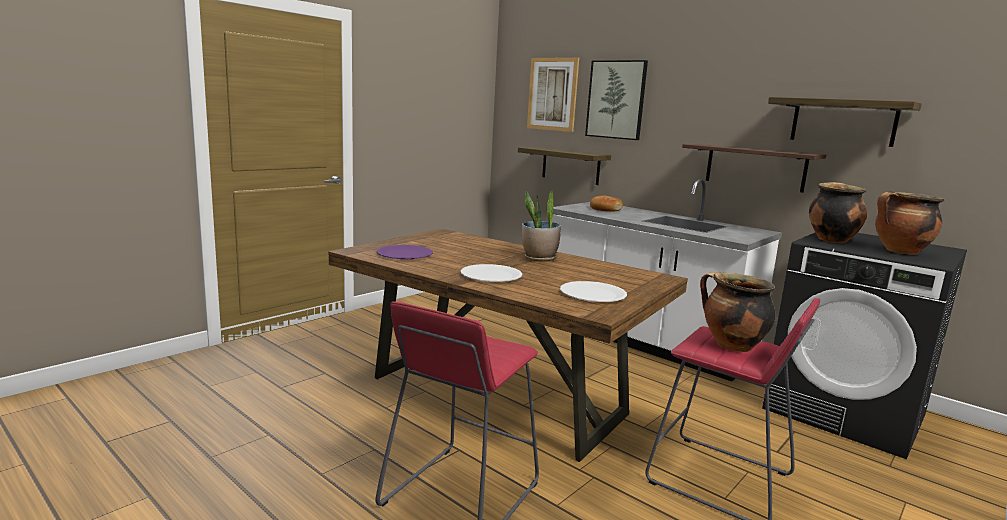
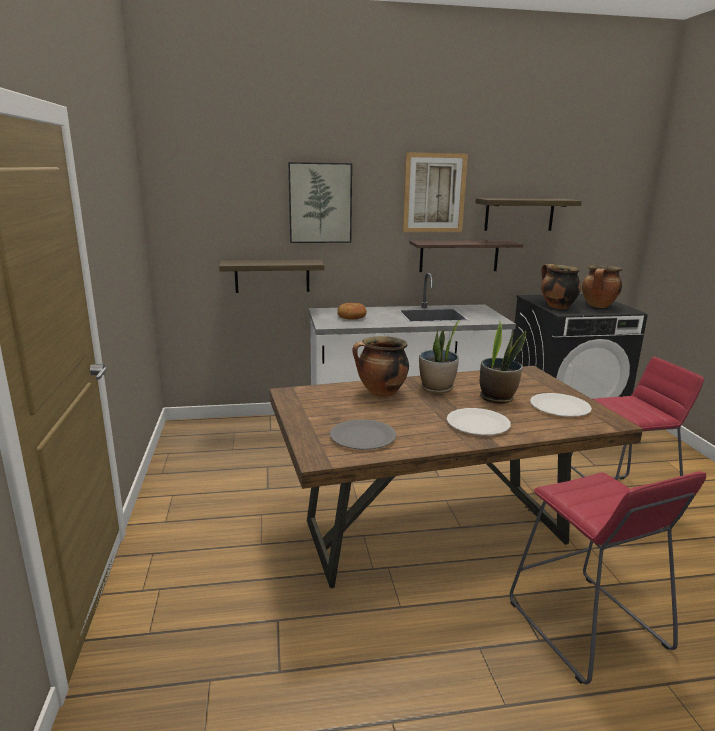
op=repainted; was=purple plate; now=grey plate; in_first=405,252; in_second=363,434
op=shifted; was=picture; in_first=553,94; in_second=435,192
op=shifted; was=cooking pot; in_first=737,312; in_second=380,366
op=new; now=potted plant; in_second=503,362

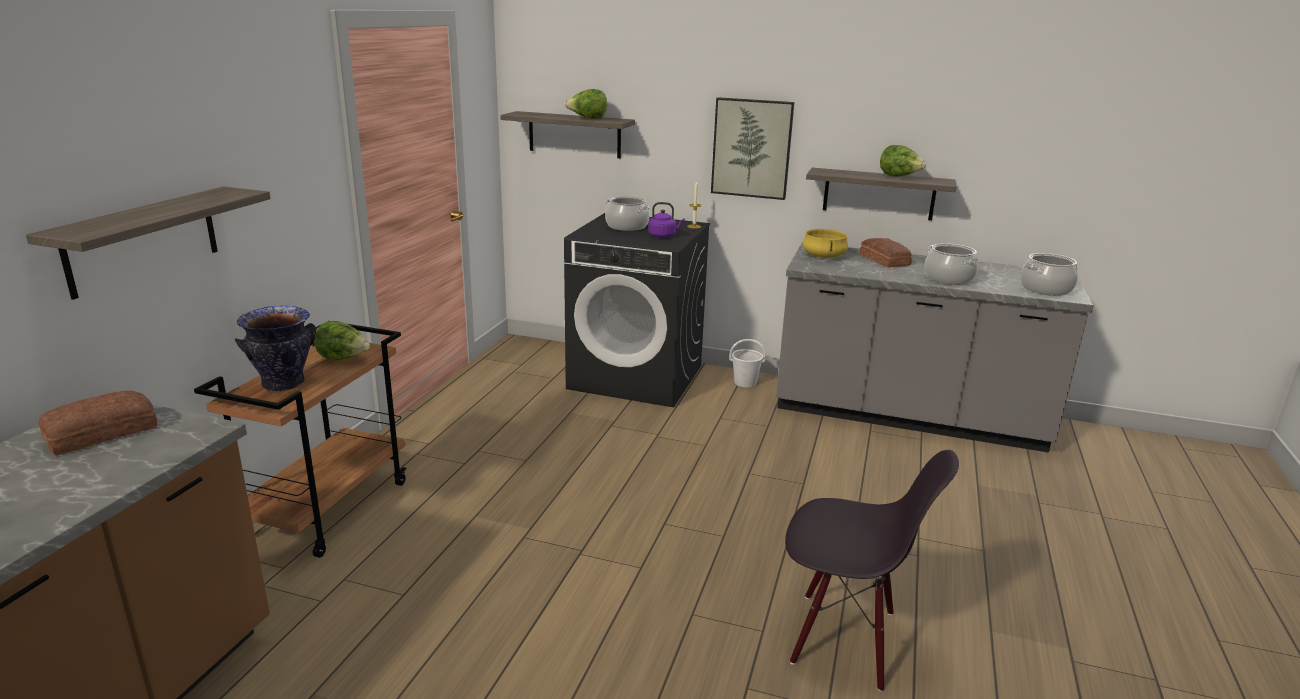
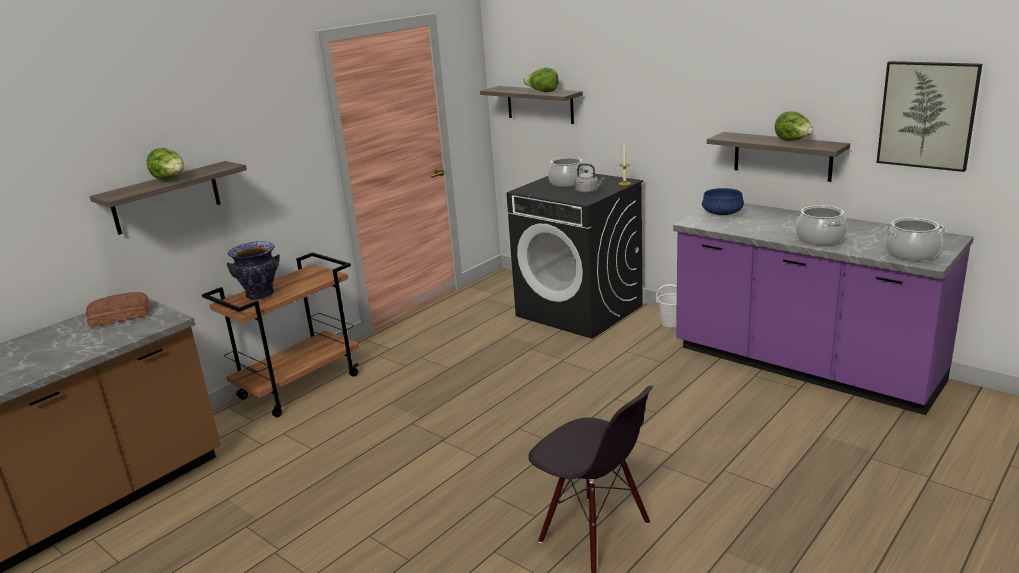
op=shifted; was=lettuce; in_first=341,340; in_second=165,164
op=repainted; was=purple kettle; now=grey kettle; in_first=666,220; in_second=589,178
op=shifted; was=picture; in_first=752,148; in_second=929,116
op=repainted; was=grey counter; now=purple counter; in_first=935,347; in_second=823,309
op=repainted; was=yellow cooking pot; now=blue cooking pot; in_first=825,243; in_second=723,201
op=gone; was=bread; in_first=885,252

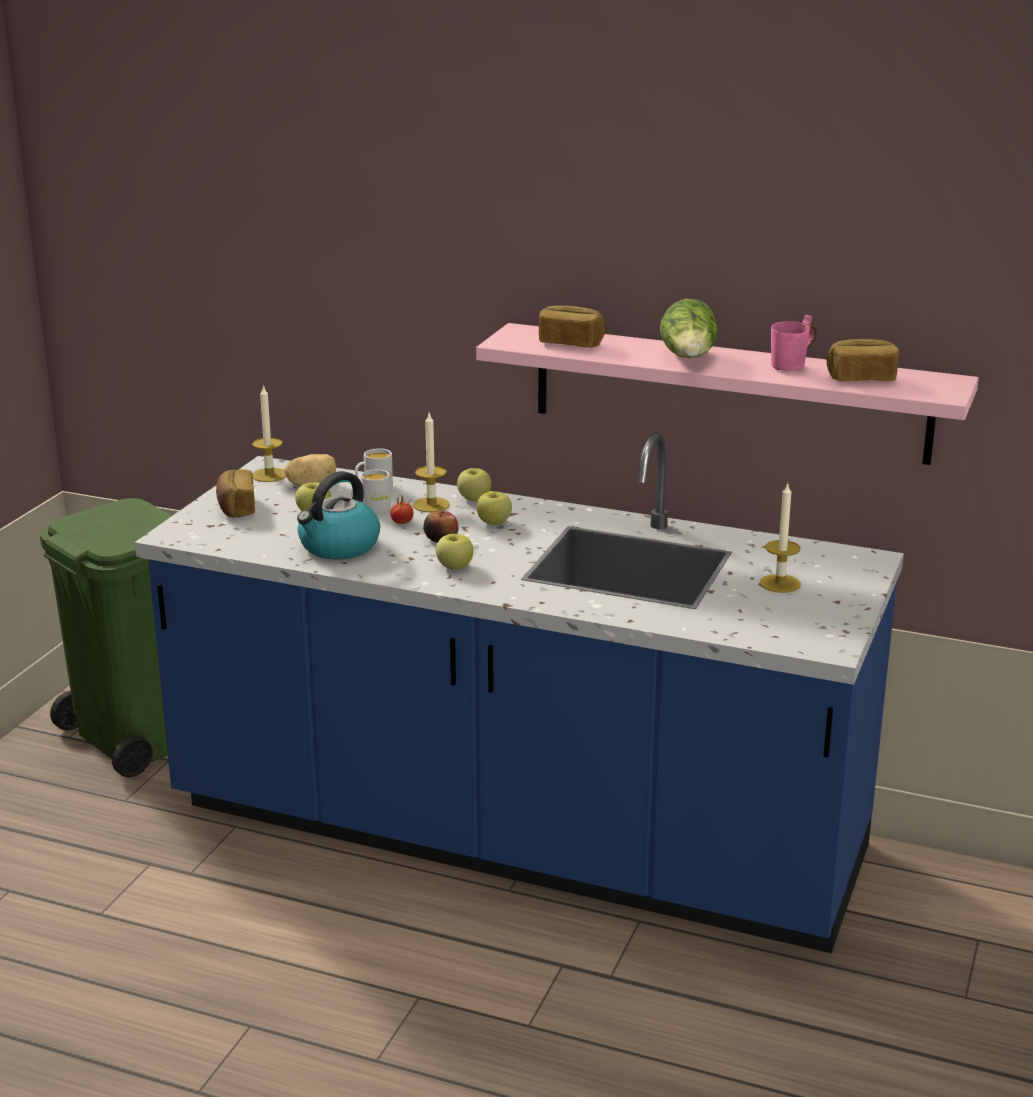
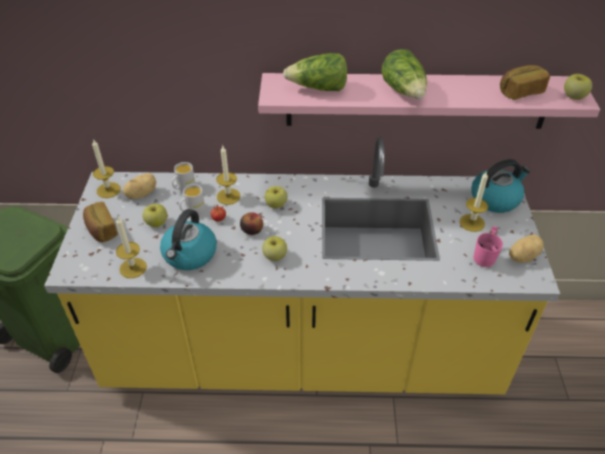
op=repainted; was=blue counter; now=yellow counter; in_first=519,692; in_second=302,265
op=shifted; was=apple; in_first=474,484; in_second=578,87
op=swapped; was=bread; now=lettuce; in_first=572,326; in_second=315,72
op=shifted; was=pink mug; in_first=794,343; in_second=488,246
op=new; now=candle; in_second=131,247
op=new; now=kettle; in_second=500,186
op=new; now=potato; in_second=526,248

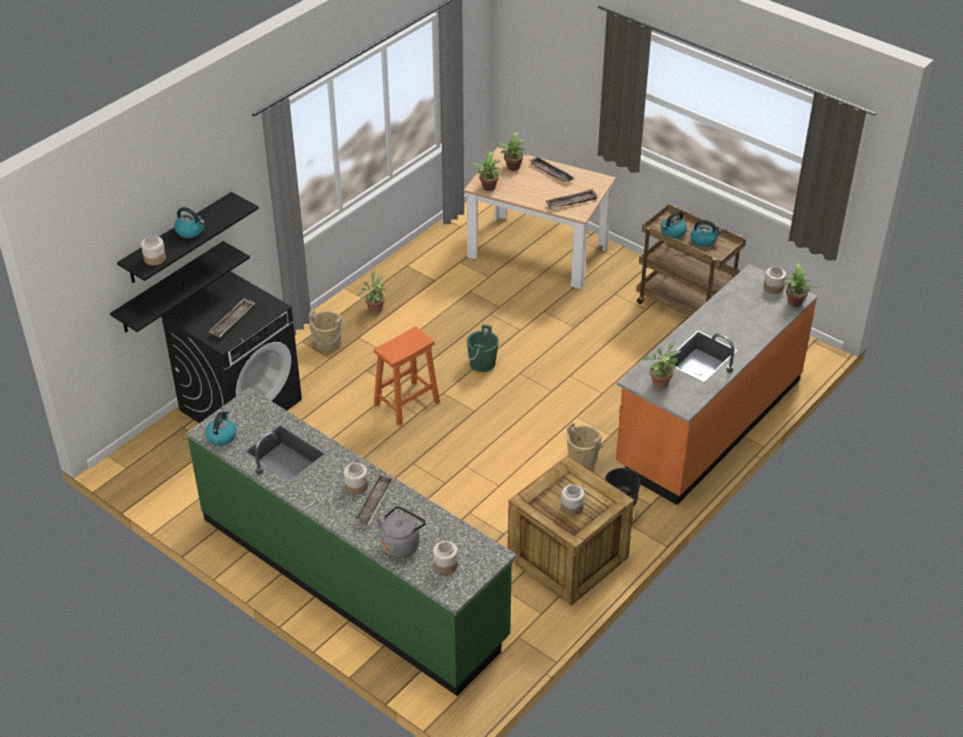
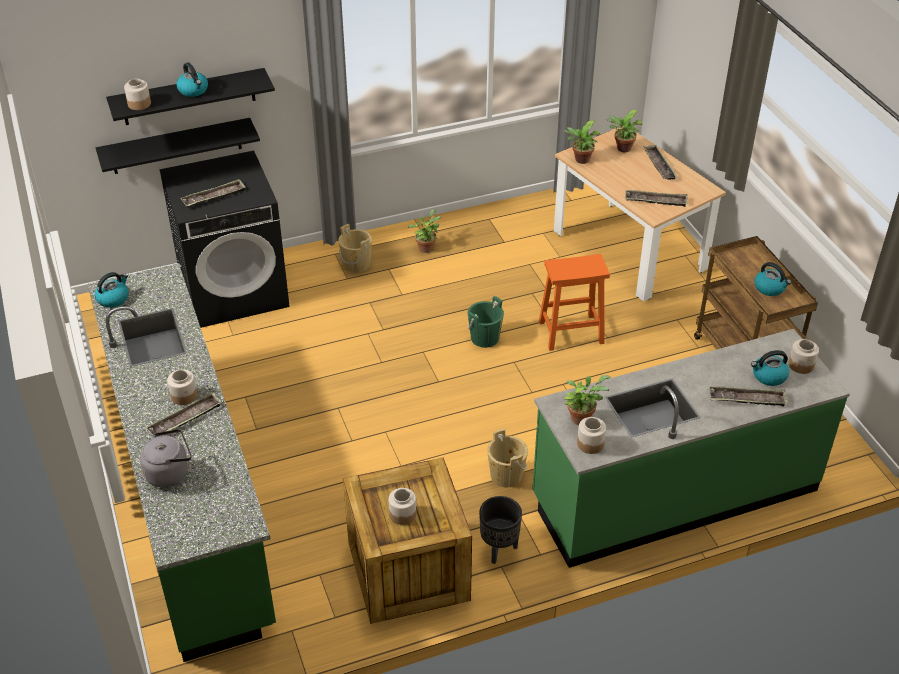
op=shifted; was=orange stool; in_first=407,376; in_second=574,302
op=shifted; was=jar; in_first=445,557; in_second=591,435
op=repainted; was=orange counter; now=green counter; in_first=717,384; in_second=691,448
op=shifted; was=kettle; in_first=674,225; in_second=770,368
op=gone; was=potted plant; in_first=801,285
op=new; now=tray; in_second=748,396

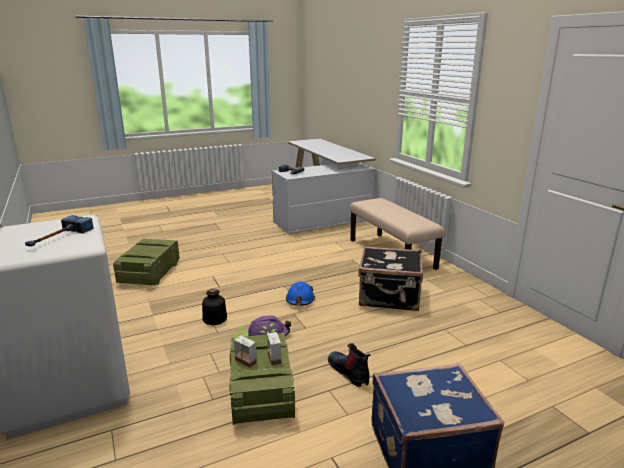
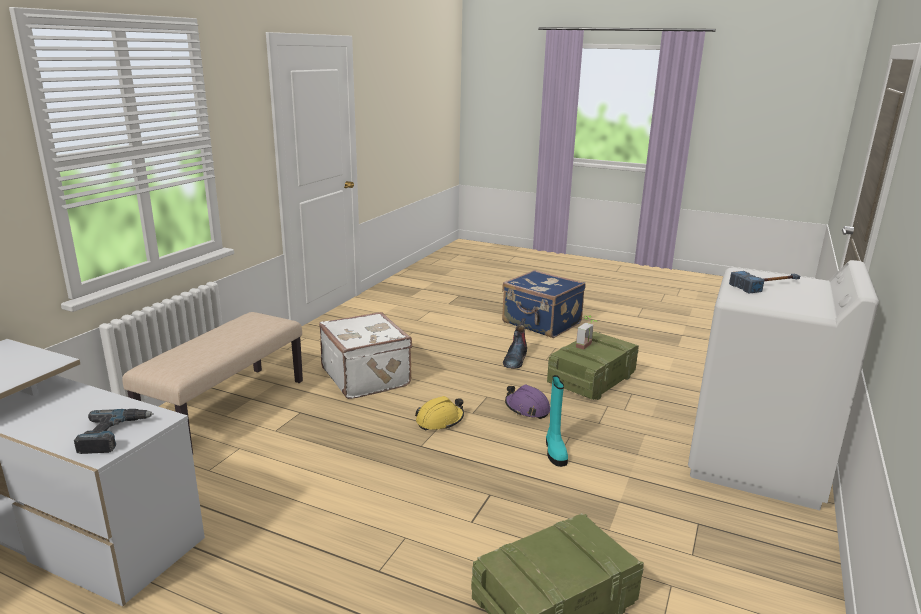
op=swapped; was=bottle; now=turquoise boot; in_first=214,306; in_second=557,421
op=gone; was=potted plant; in_first=244,347
op=repainted; was=blue hard hat; now=yellow hard hat; in_first=300,293; in_second=439,413
op=repainted; was=black suitcase; now=white suitcase; in_first=390,278; in_second=365,355

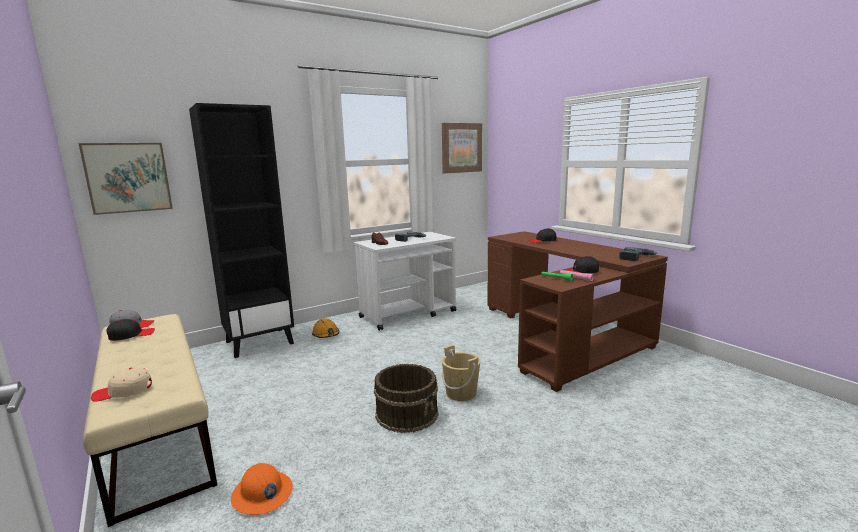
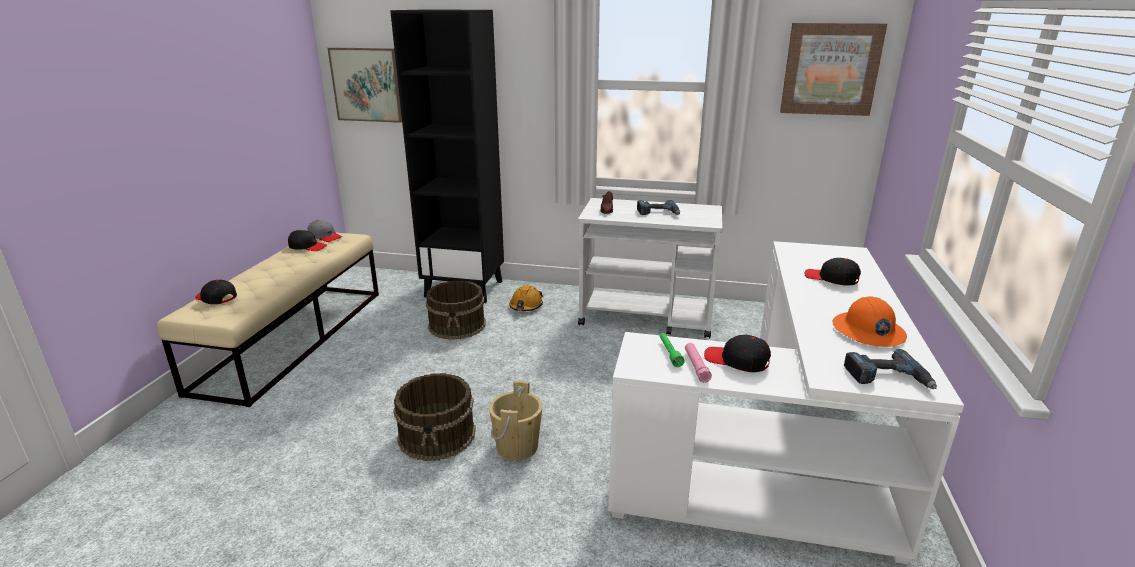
op=repainted; was=beige cap; now=black cap; in_first=121,384; in_second=216,292
op=shifted; was=orange hard hat; in_first=262,489; in_second=870,321
op=repainted; was=brown desk; now=white desk; in_first=577,311; in_second=786,402
op=new; now=brown bucket; in_second=456,310

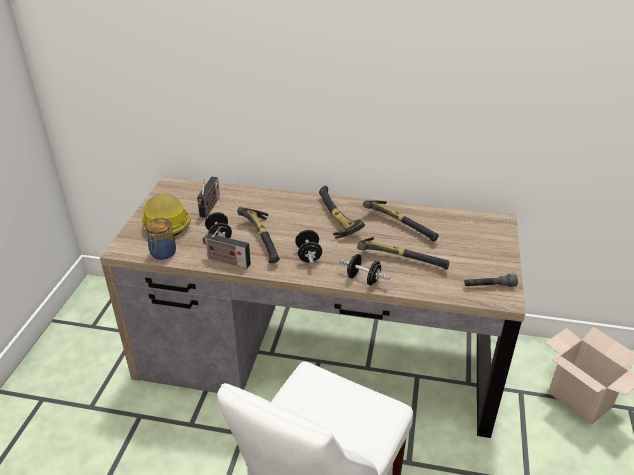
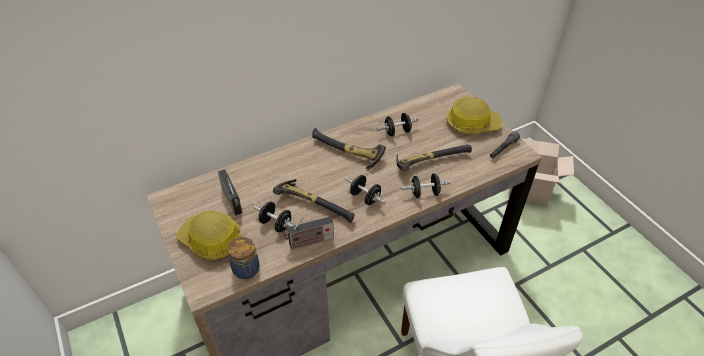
op=swapped; was=hammer; now=black dumbbell; in_first=401,221; in_second=398,125
op=new; now=hard hat; in_second=474,115

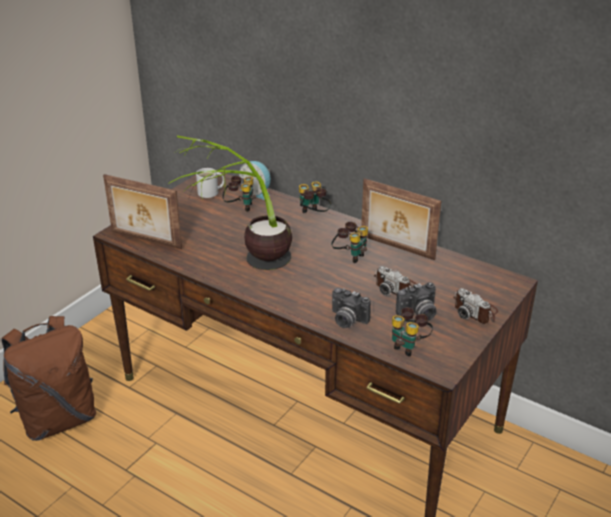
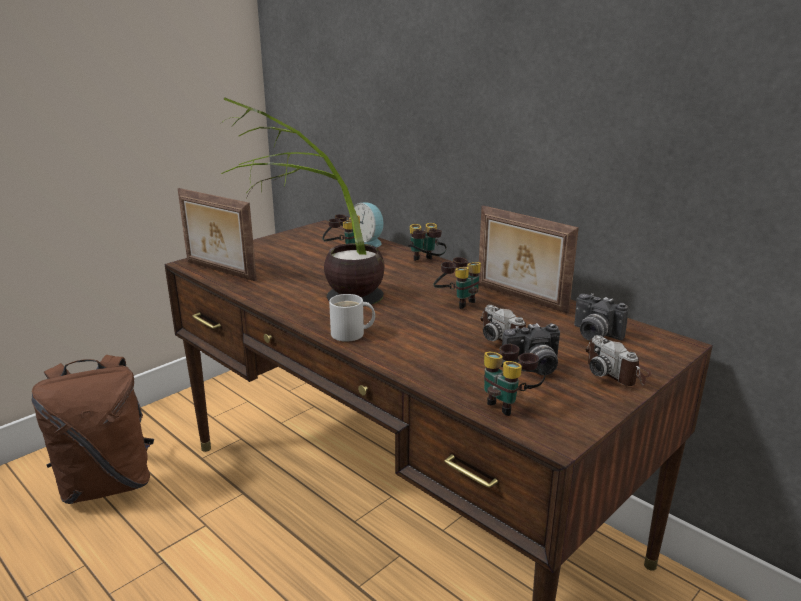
op=shifted; was=white mug; in_first=210,183; in_second=352,318
op=shifted; was=photo camera; in_first=351,308; in_second=601,317

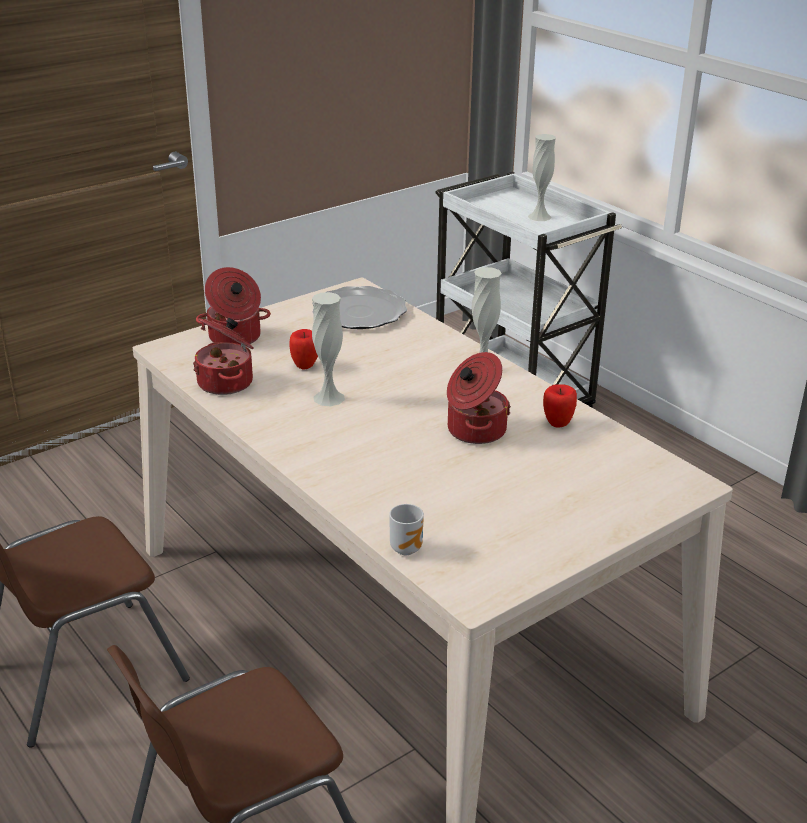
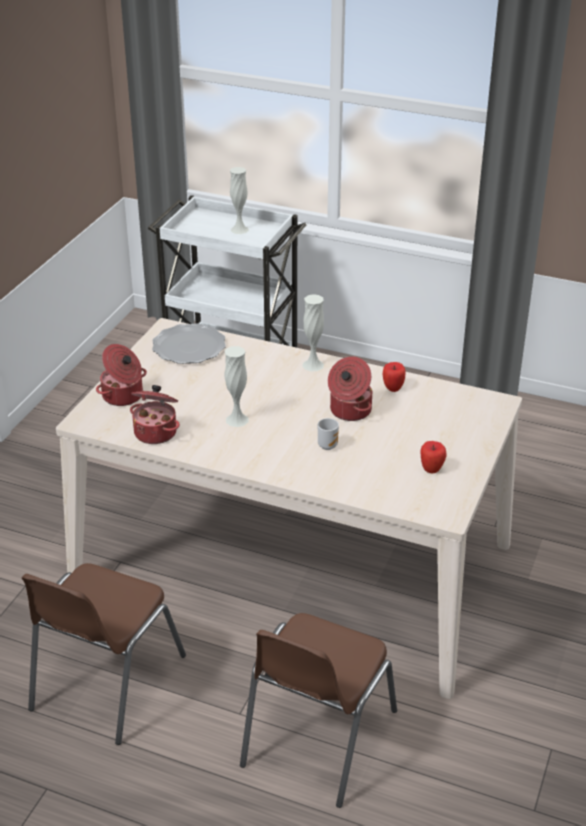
op=shifted; was=apple; in_first=303,349; in_second=433,457
op=shifted; was=mug; in_first=406,529; in_second=328,434

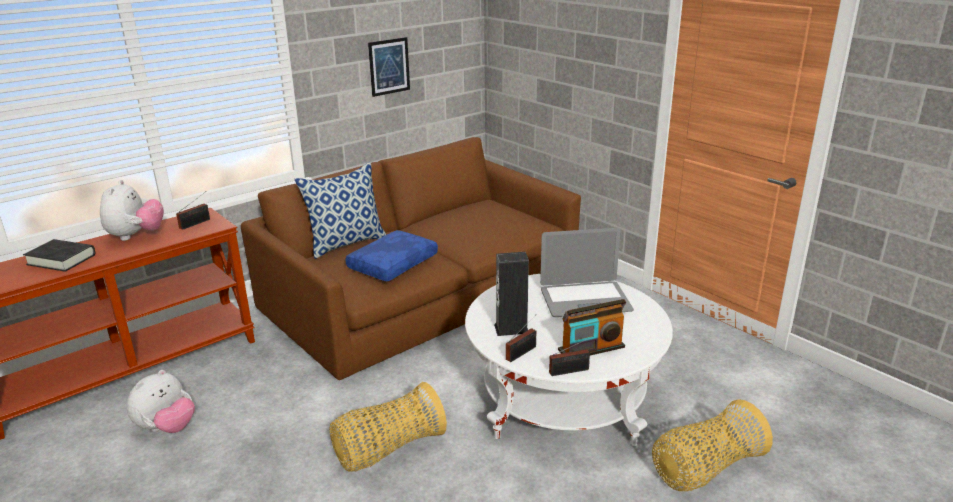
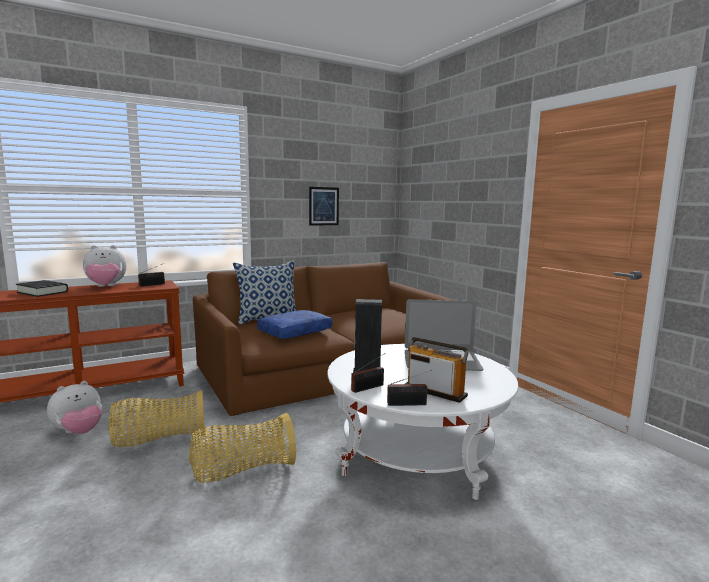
op=rotated; was=plush toy; in_first=132,210; in_second=105,266; clockwise=60
op=rotated; was=radio; in_first=592,327; in_second=437,370; clockwise=-135
op=shifted; was=basket; in_first=712,445; in_second=156,418

